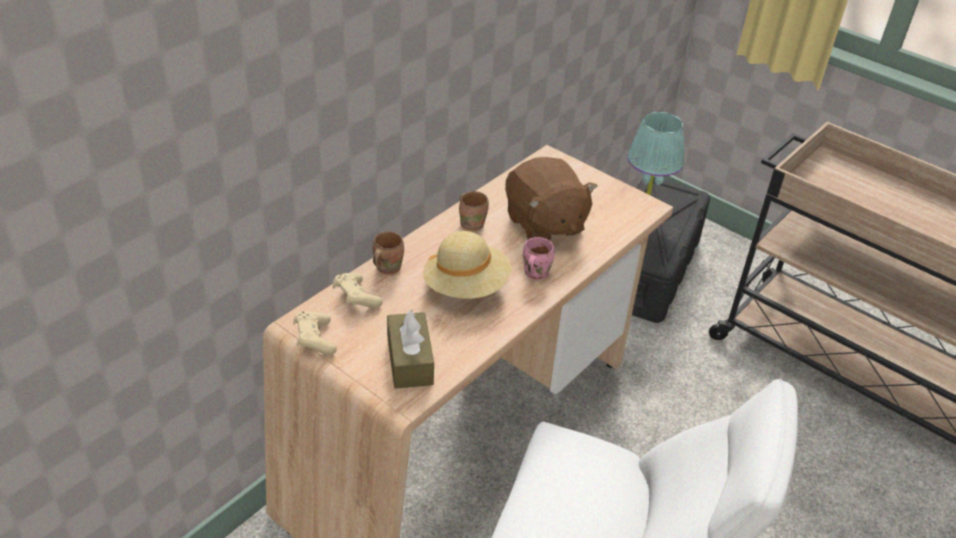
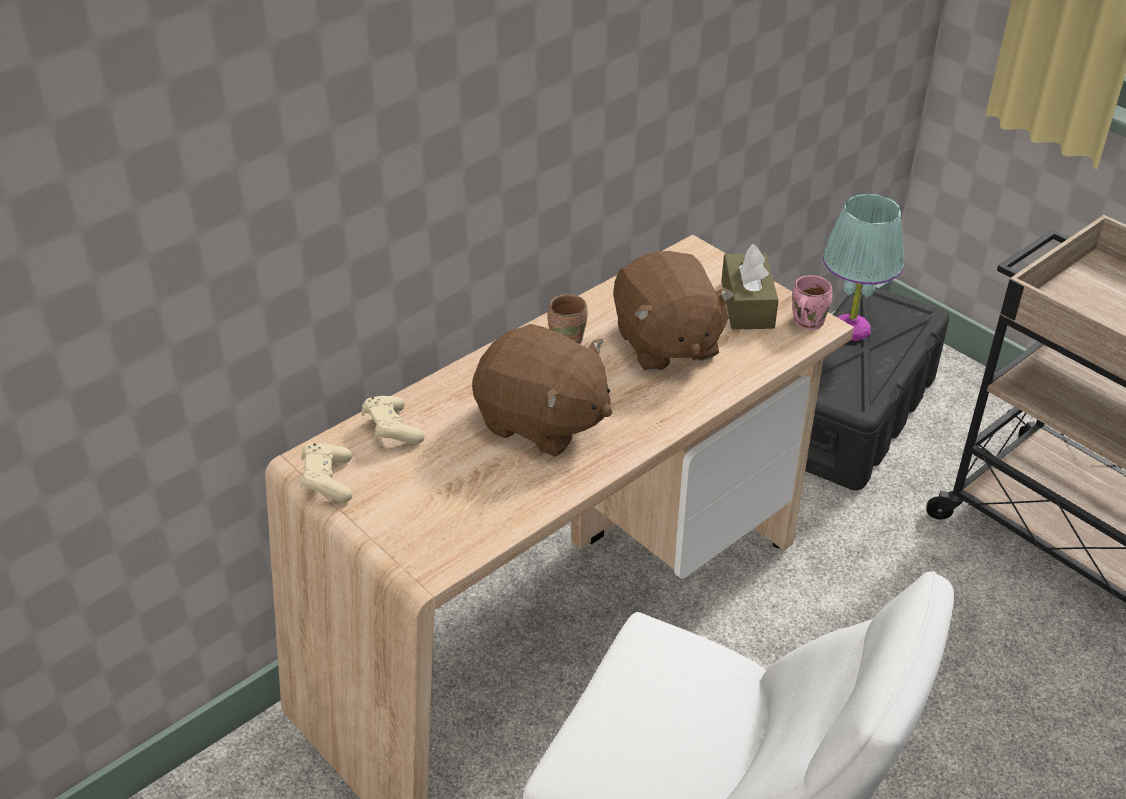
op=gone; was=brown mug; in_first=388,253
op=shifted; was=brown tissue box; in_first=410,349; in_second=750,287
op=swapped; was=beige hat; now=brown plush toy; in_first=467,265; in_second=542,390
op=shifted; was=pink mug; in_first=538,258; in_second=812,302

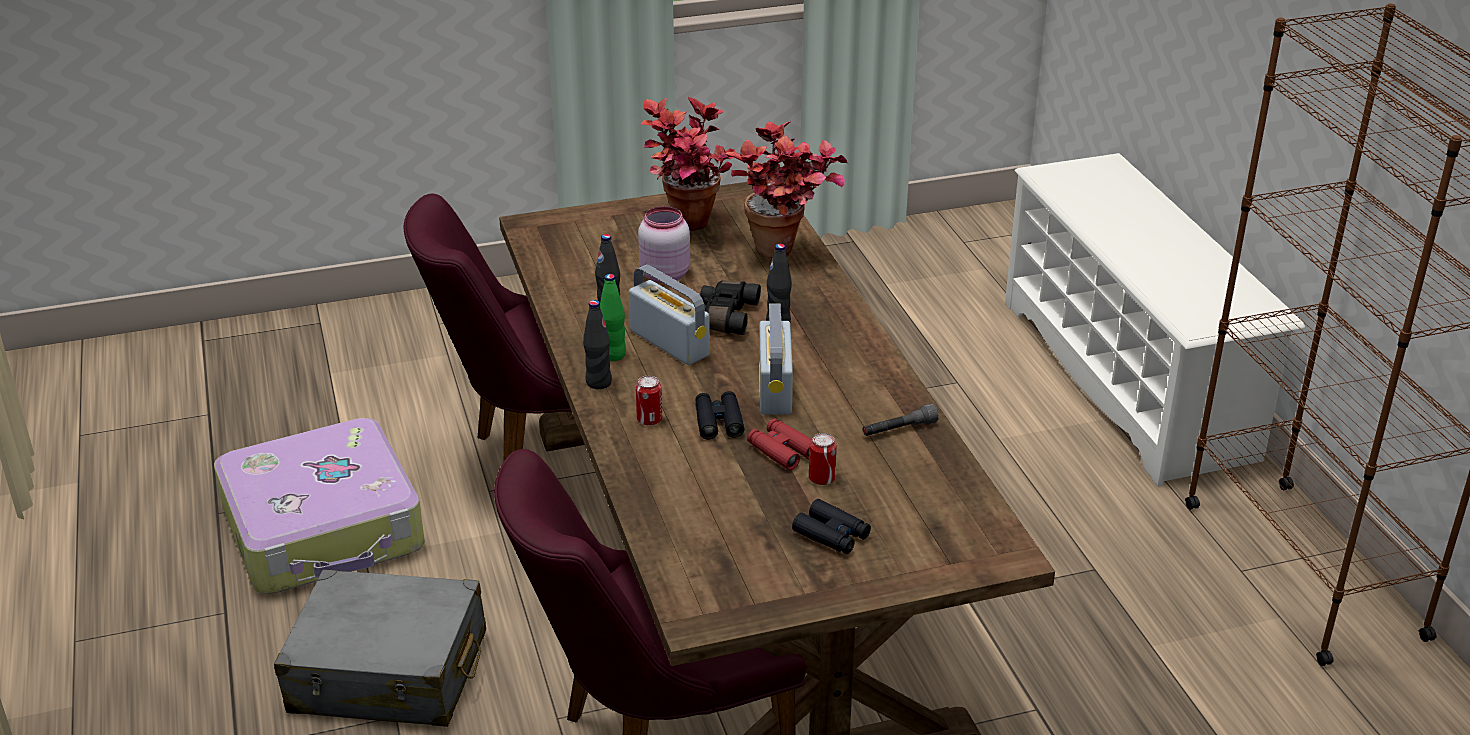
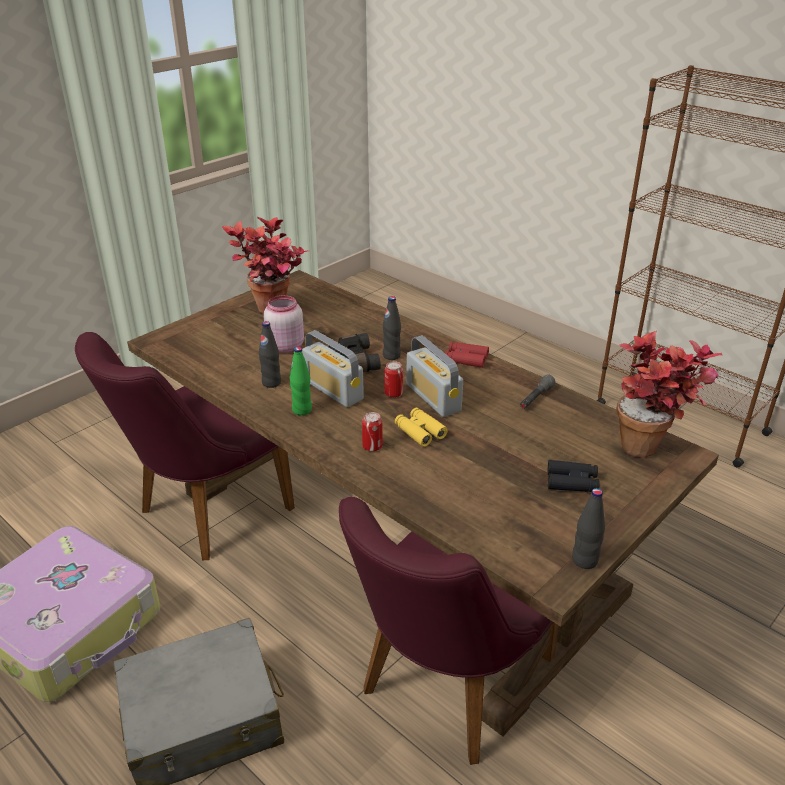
op=shifted; was=black bottle; in_first=597,344; in_second=588,528
op=rotated; was=radio; in_first=669,315; in_second=333,368; clockwise=-150
op=repainted; was=black binoculars; now=yellow binoculars; in_first=720,415; in_second=421,427
op=shifted; was=potted plant; in_first=787,189; in_second=669,394
op=shifted; was=red binoculars; in_first=779,444; in_second=467,355
op=shifted; was=can; in_first=823,459; in_second=394,379
op=gone; was=white shoe rack; in_first=1155,320

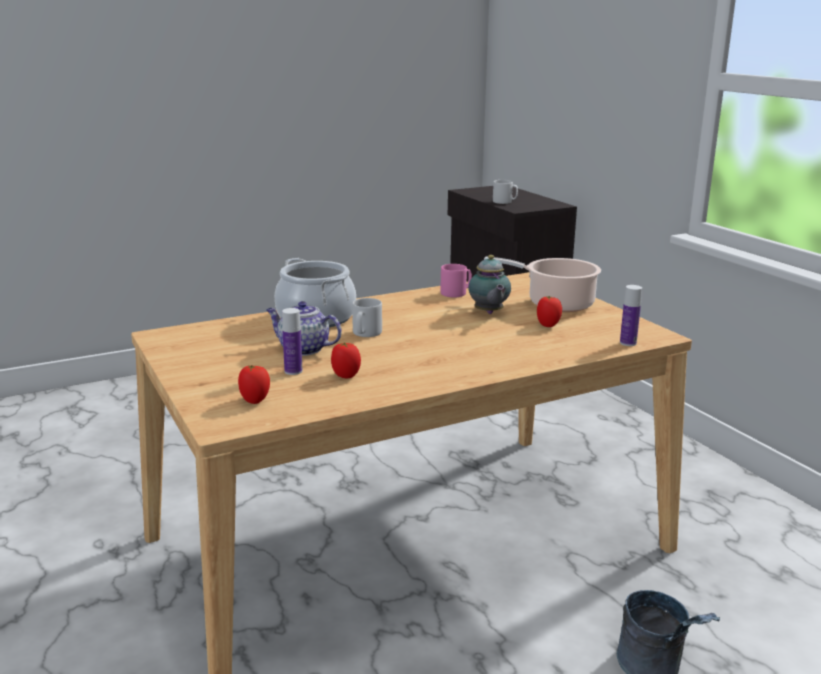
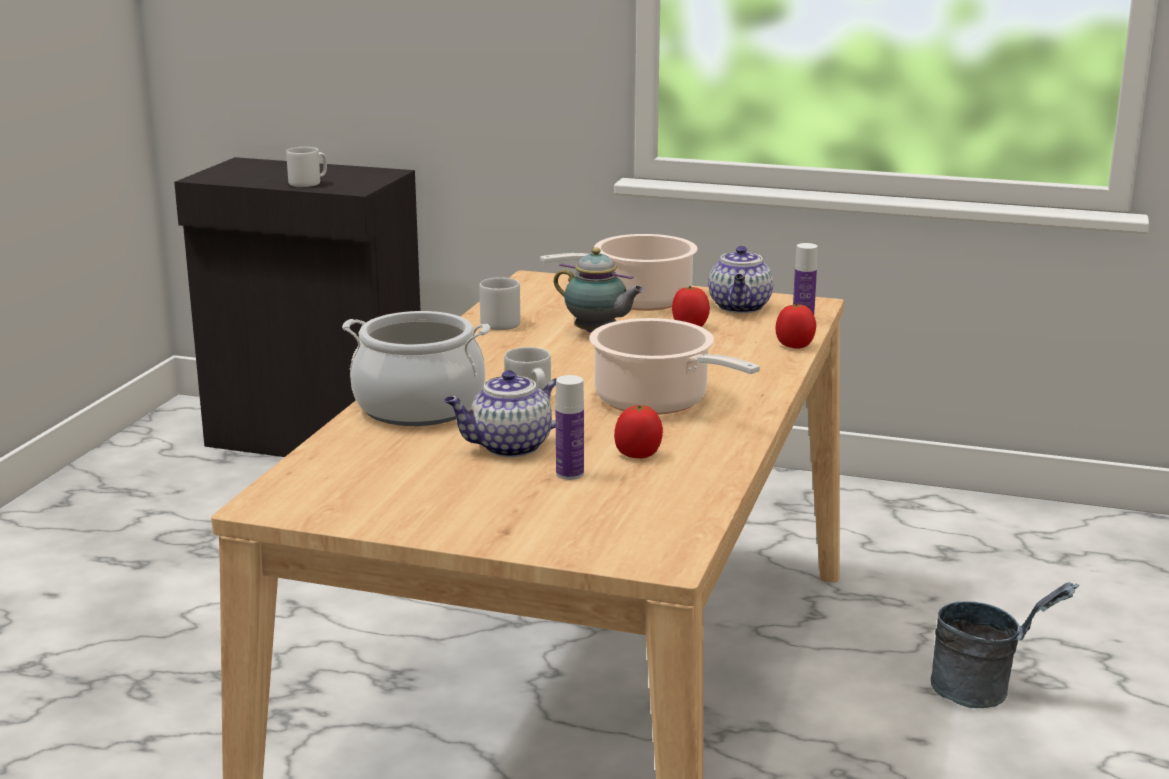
op=shifted; was=tomato; in_first=254,384; in_second=795,326
op=repainted; was=pink mug; now=grey mug; in_first=456,281; in_second=499,303
op=new; now=cooking pot; in_second=674,366
op=new; now=teapot; in_second=740,279

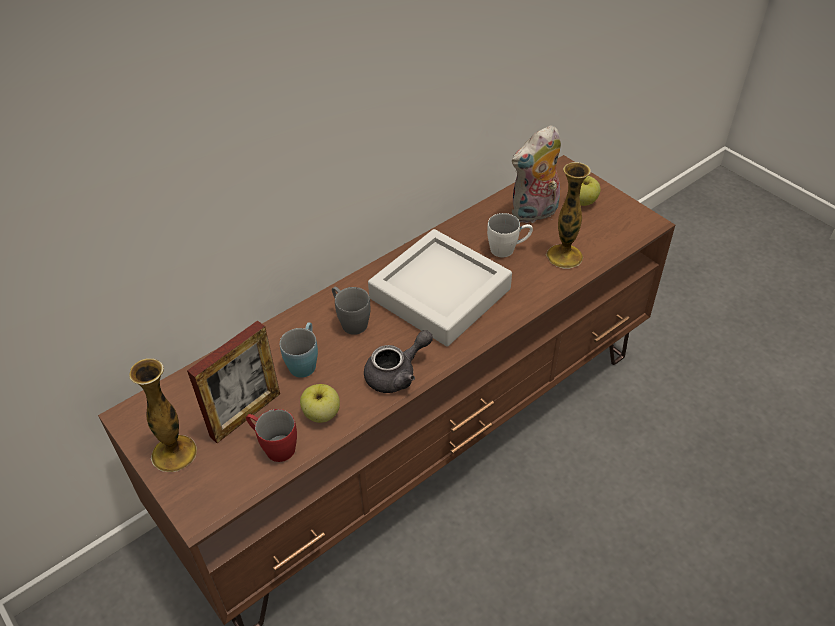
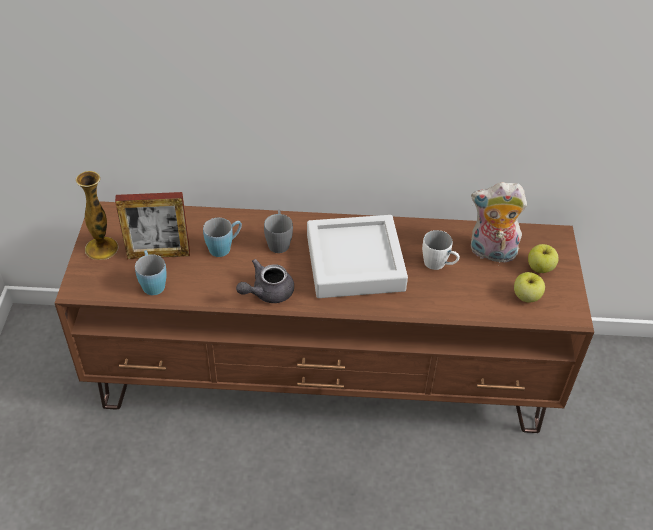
op=repainted; was=red mug; now=blue mug; in_first=271,435; in_second=151,272
op=shifted; was=apple; in_first=320,403; in_second=529,287
op=rotated; was=grey teapot; in_first=398,361; in_second=265,281; clockwise=135
op=gone; was=vase; in_first=568,215

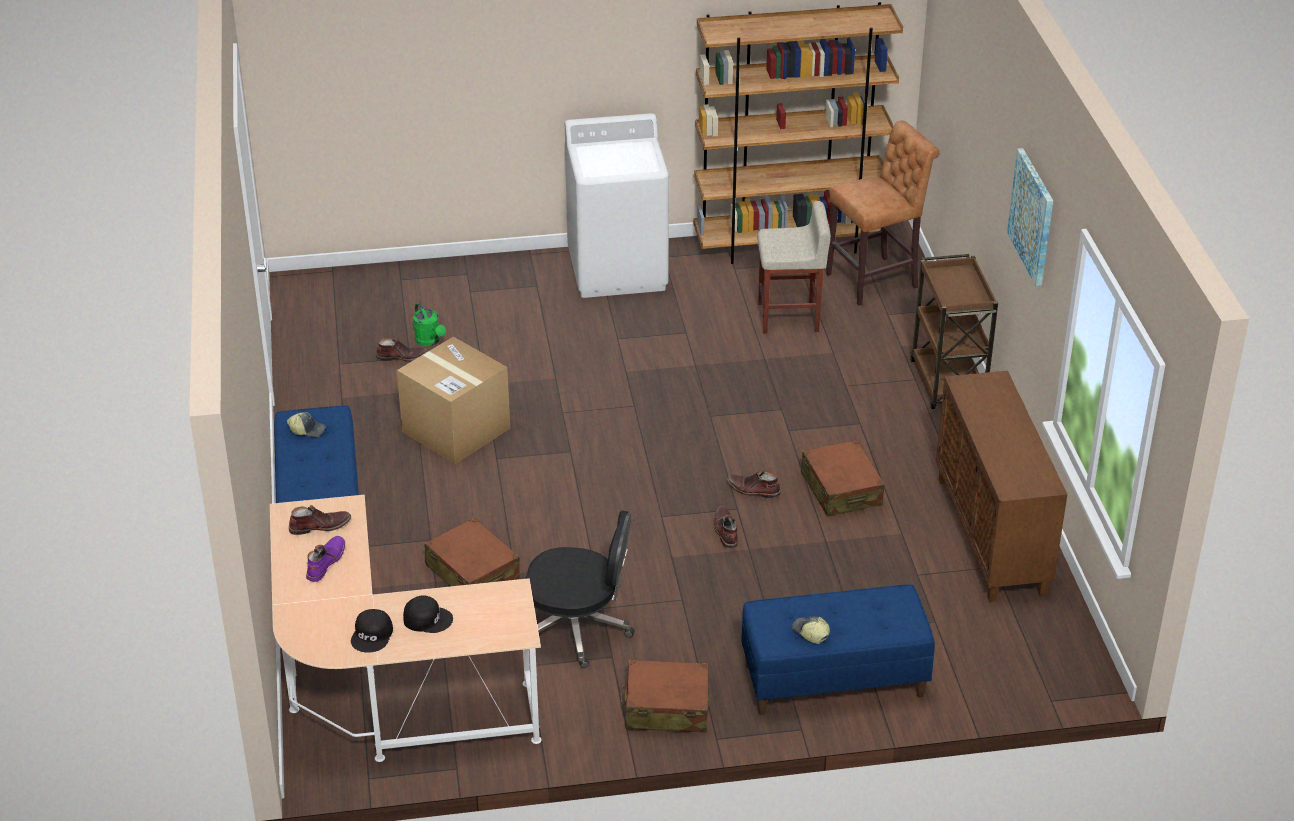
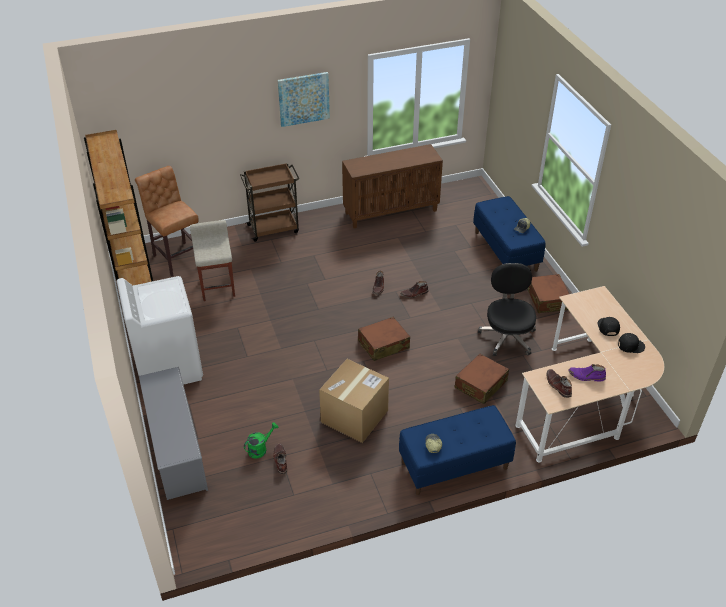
op=shifted; was=brown suitcase; in_first=843,478; in_second=384,339
op=new; now=grey shoe rack; in_second=173,433

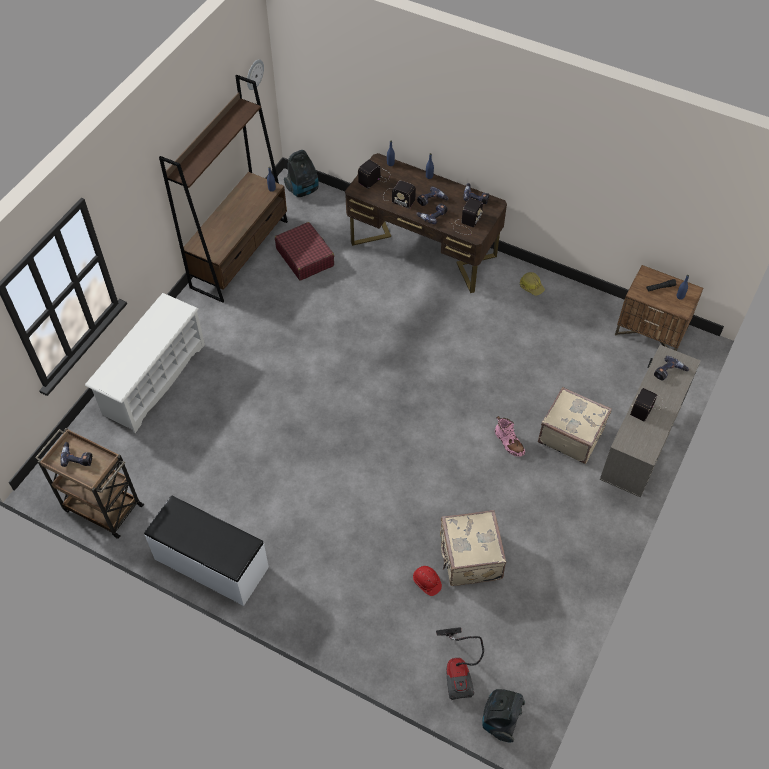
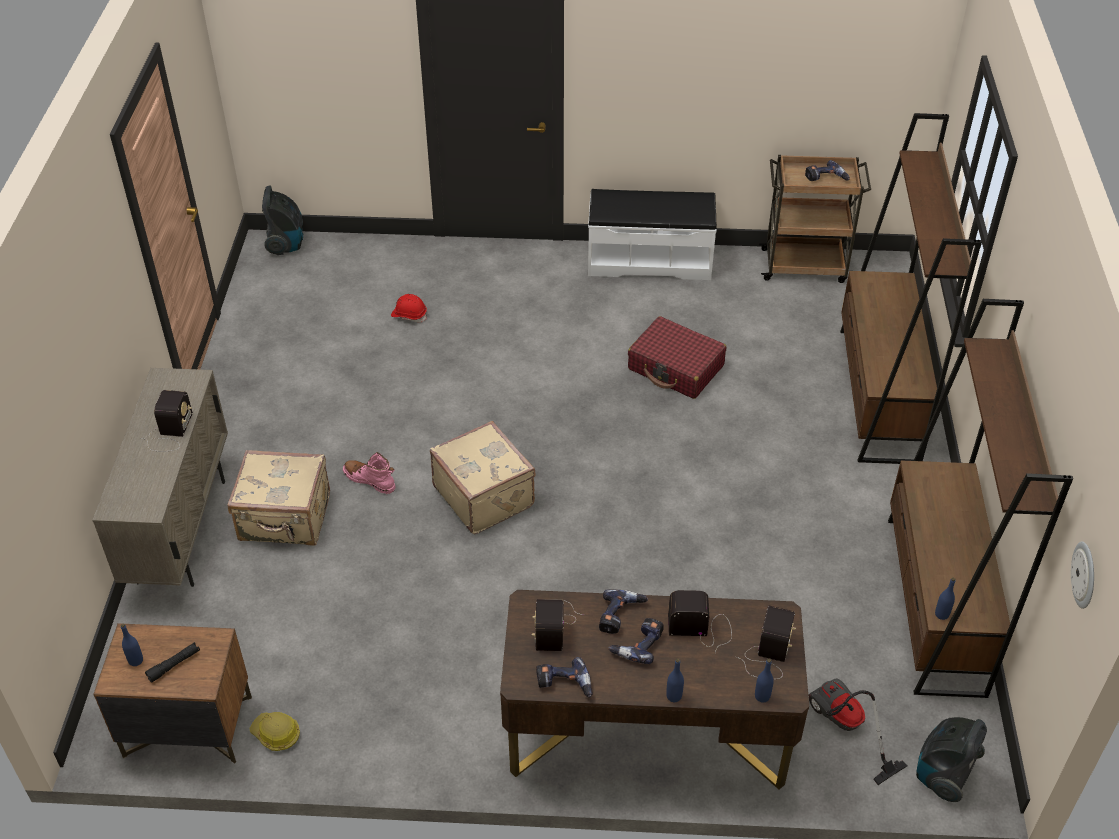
op=swapped; was=white shoe rack; now=brown bookcase; in_first=145,363; in_second=911,288
op=shifted; was=red suitcase; in_first=304,251; in_second=677,357
op=shifted; was=vacuum cleaner; in_first=460,663; in_second=858,731
op=shifted; was=beige suitcase; in_first=473,548; in_second=482,478
op=shifted; was=hard hat; in_first=532,284; in_second=274,731
op=gone; was=power drill; in_first=671,368

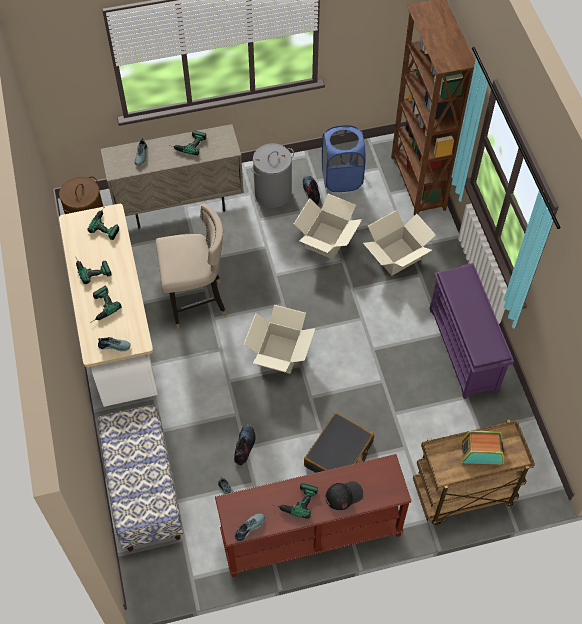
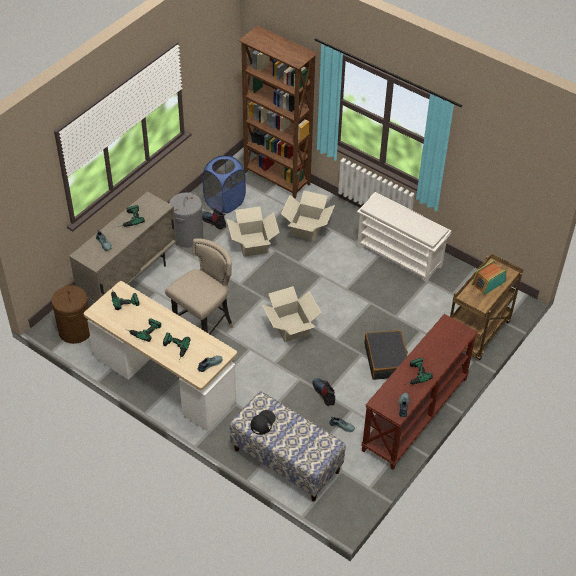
op=shifted; was=black cap; in_first=344,495; in_second=263,422
op=repainted; was=purple shoe rack; now=white shoe rack; in_first=471,331; in_second=404,237

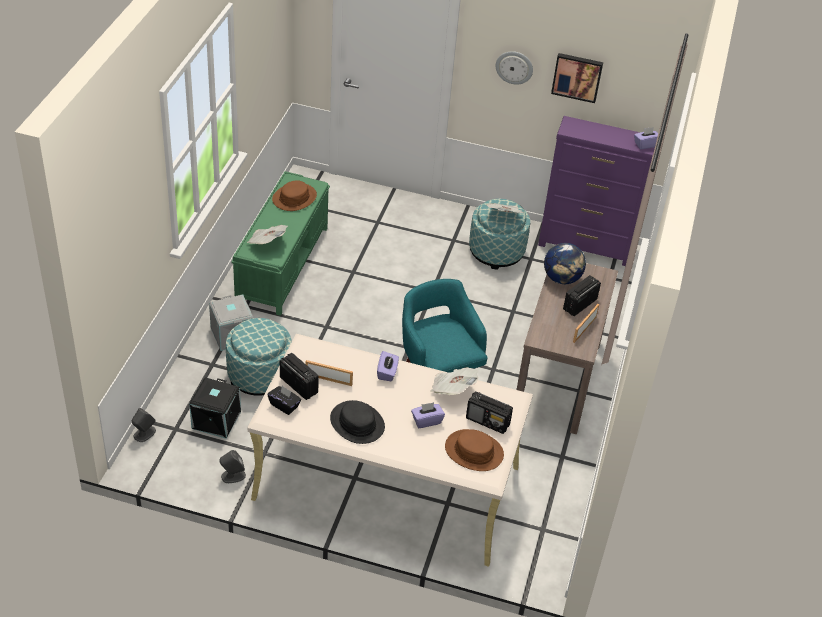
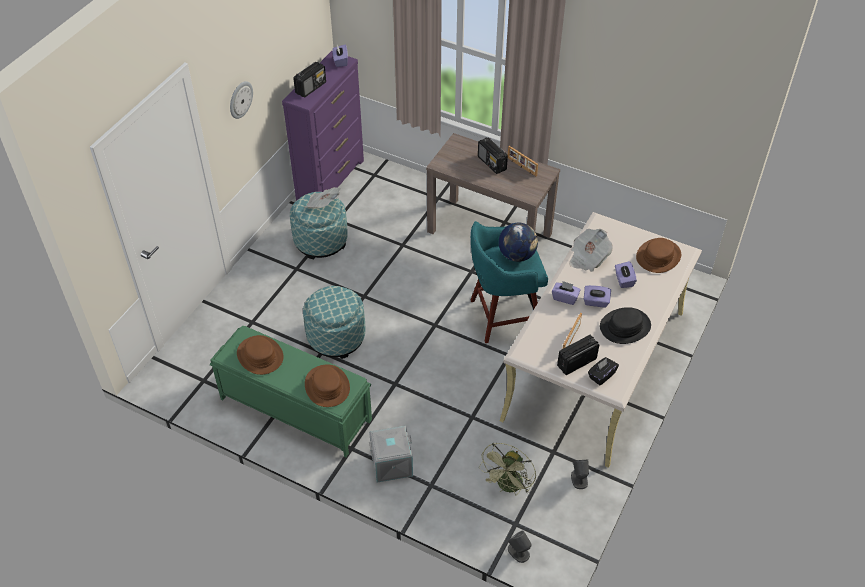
op=swapped; was=black storage box; now=green fan; in_first=215,408; in_second=507,468
op=shifted; was=ottoman; in_first=259,357; in_second=334,322
op=swapped; was=newspaper; now=brown hat; in_first=267,234; in_second=327,386
op=shifted; was=radio; in_first=489,412; in_second=309,80
op=shifted; was=globe; in_first=565,263; in_second=518,242
op=gone; was=picture; in_first=577,78
op=new; now=purple tissue box; in_second=597,296

